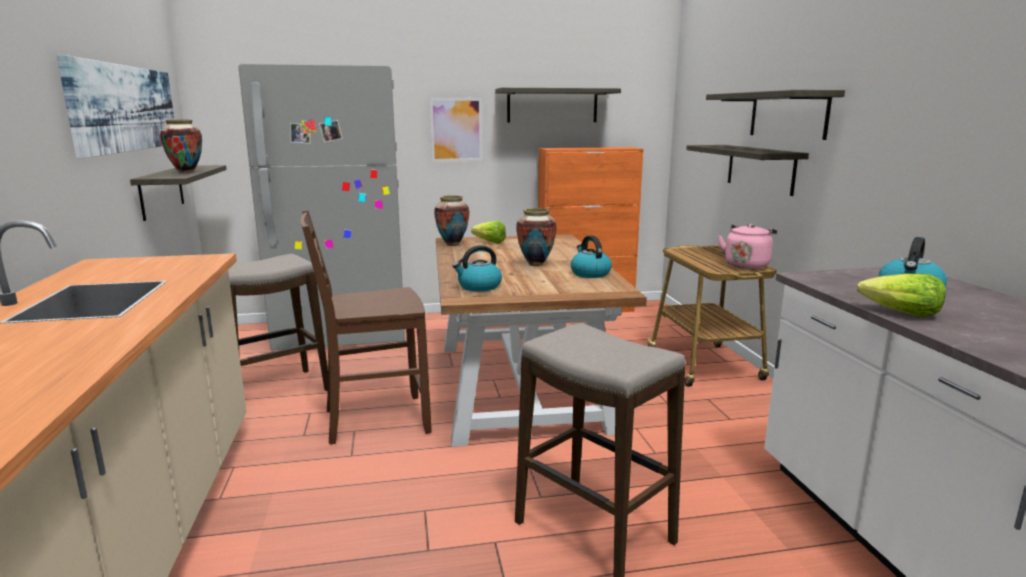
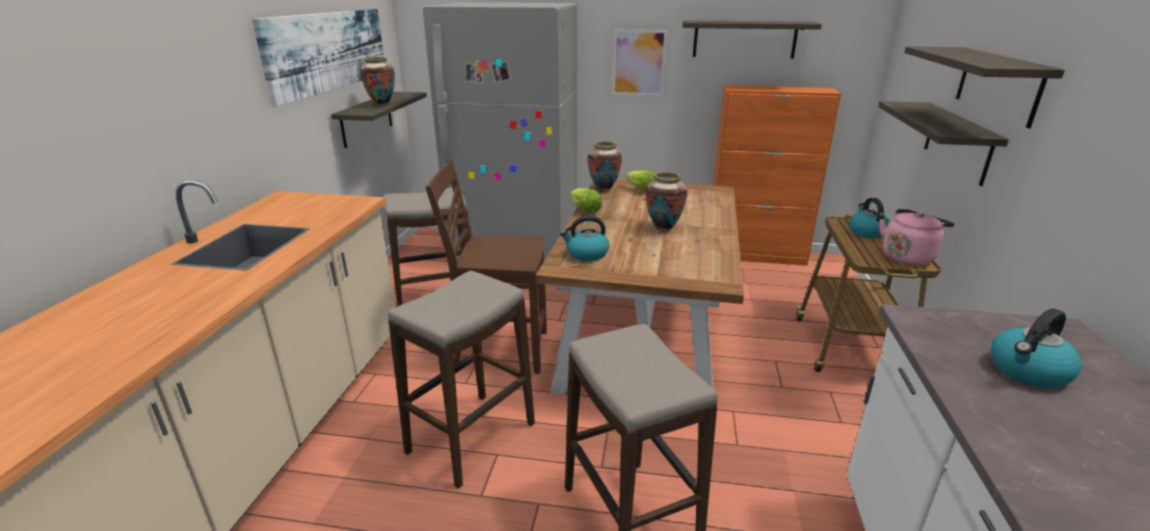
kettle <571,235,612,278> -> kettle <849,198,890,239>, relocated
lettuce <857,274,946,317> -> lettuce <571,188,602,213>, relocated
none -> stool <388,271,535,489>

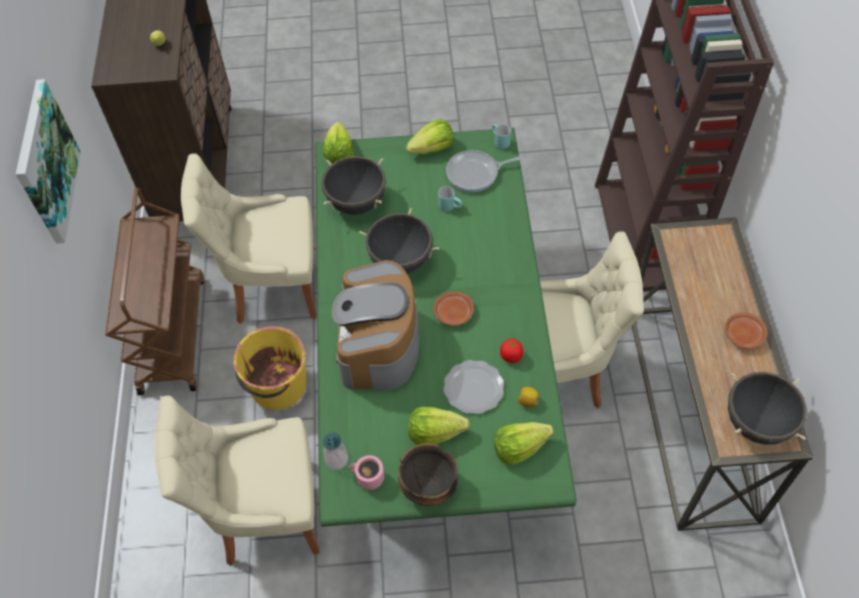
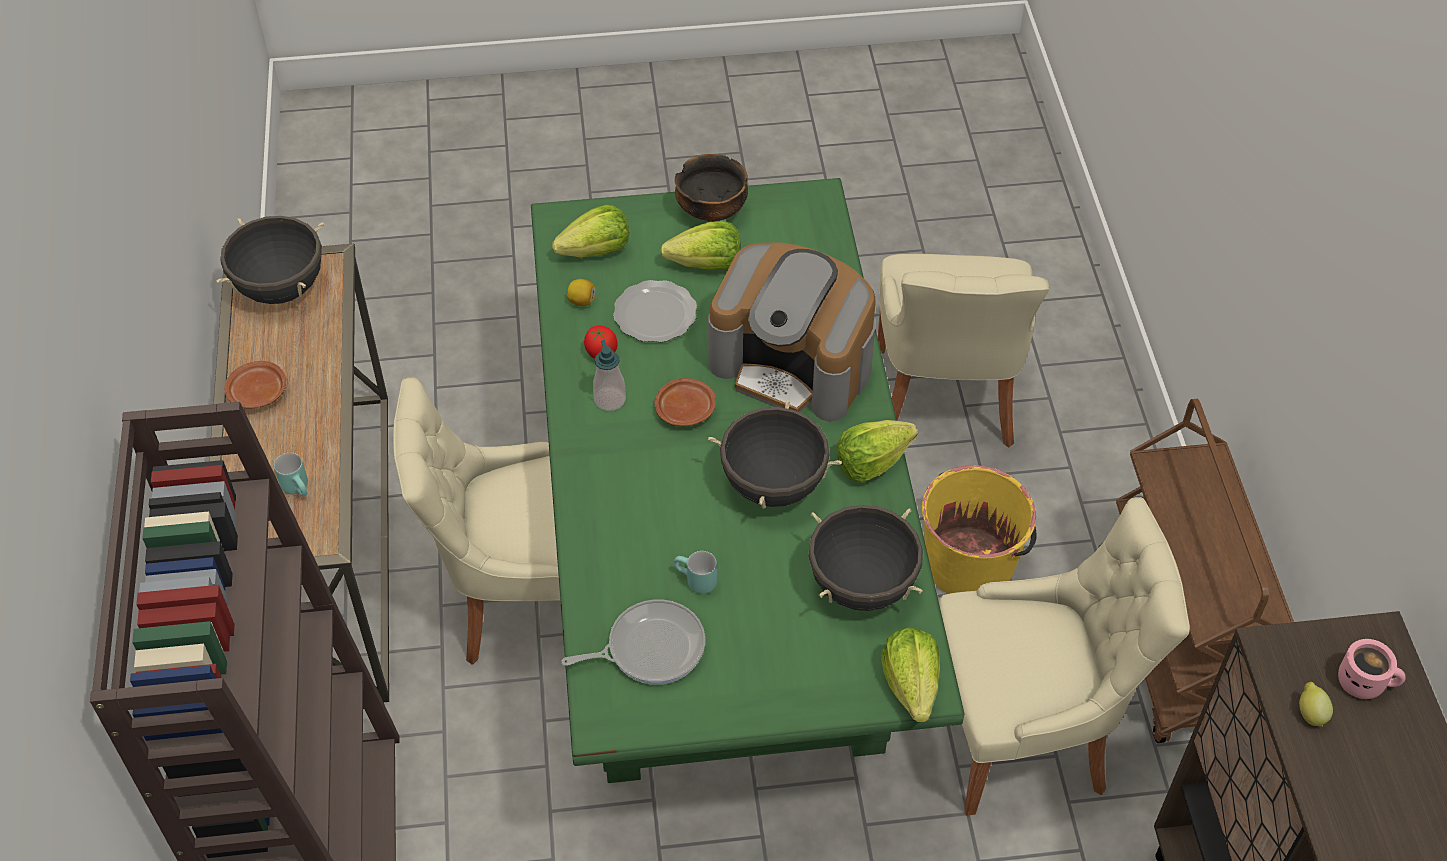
picture <16,79,81,243> -> none
lettuce <406,119,454,154> -> lettuce <837,420,918,483>, relocated
turquoise mug <492,124,511,149> -> turquoise mug <274,453,308,496>, relocated
coffee machine <332,260,419,391> -> coffee machine <708,242,875,422>, 120 degrees clockwise
beige chair <155,396,320,566> -> beige chair <878,254,1049,447>, 105 degrees clockwise
soap dispenser <323,433,348,470> -> soap dispenser <593,340,626,411>, relocated
pink mug <349,455,384,490> -> pink mug <1338,639,1406,699>, relocated

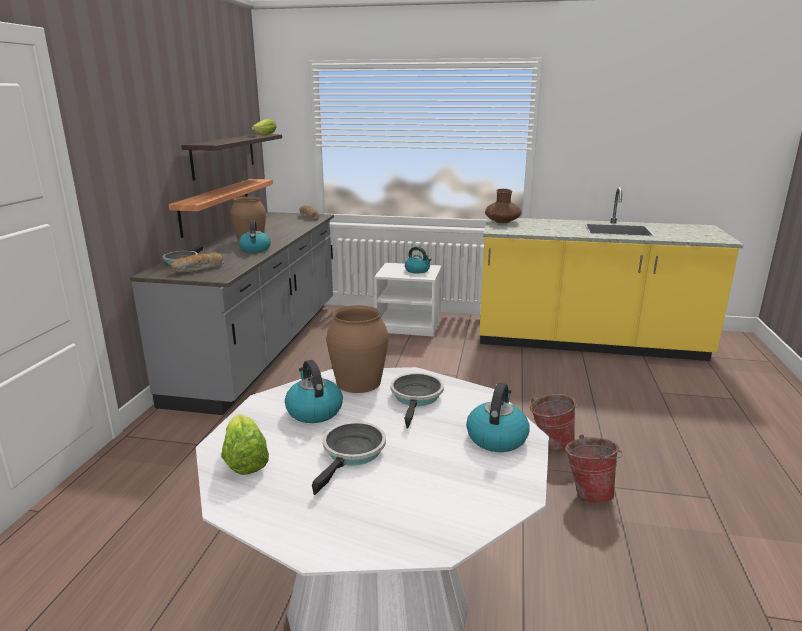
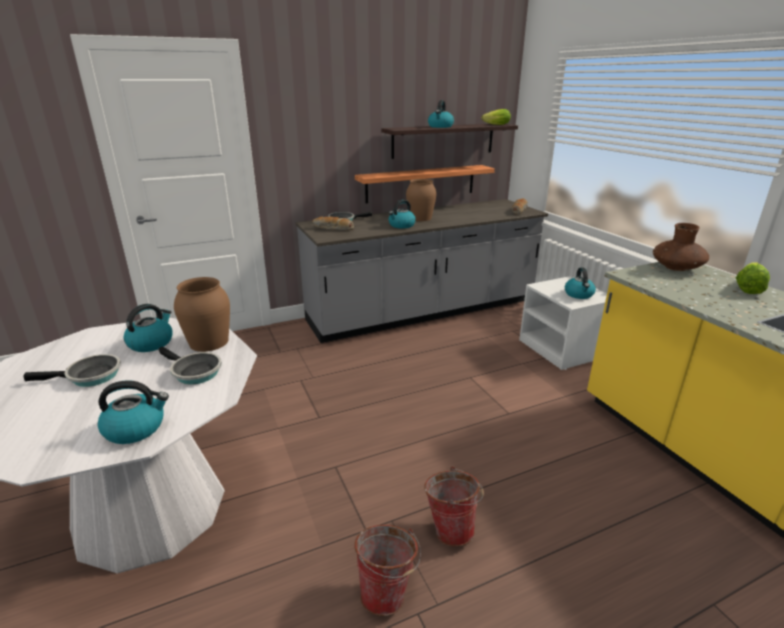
frying pan <391,373,444,429> -> frying pan <158,347,222,384>, 60 degrees clockwise
lettuce <221,414,269,475> -> lettuce <736,262,770,294>, relocated
none -> kettle <428,100,454,128>

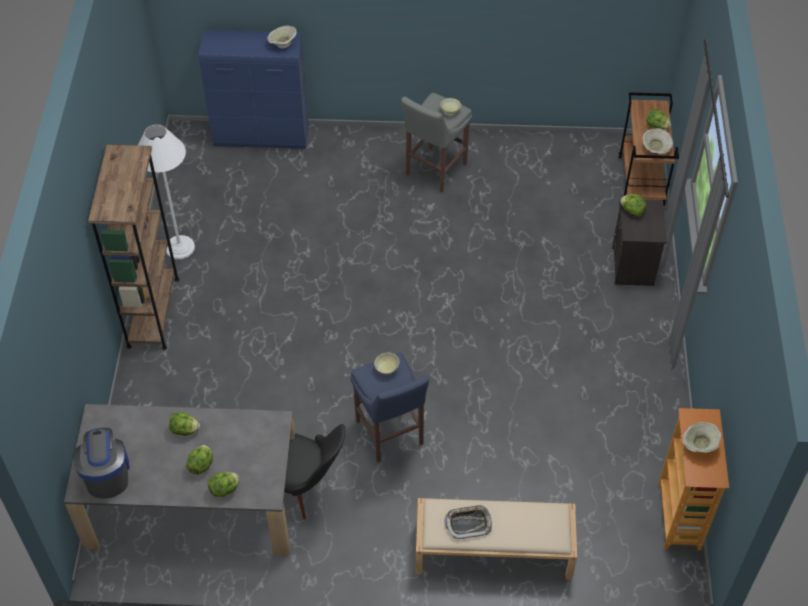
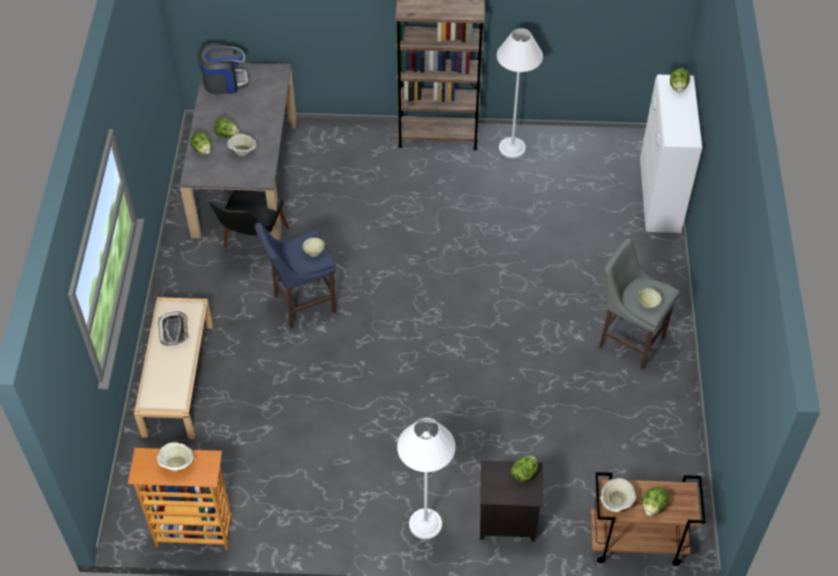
beige bowl <267,26,297,48> -> beige bowl <227,134,257,156>, relocated
blue cabinet <199,30,309,149> -> white cabinet <640,75,702,233>
lettuce <169,412,200,436> -> lettuce <670,68,690,92>, relocated
none -> white floor lamp <397,418,456,539>

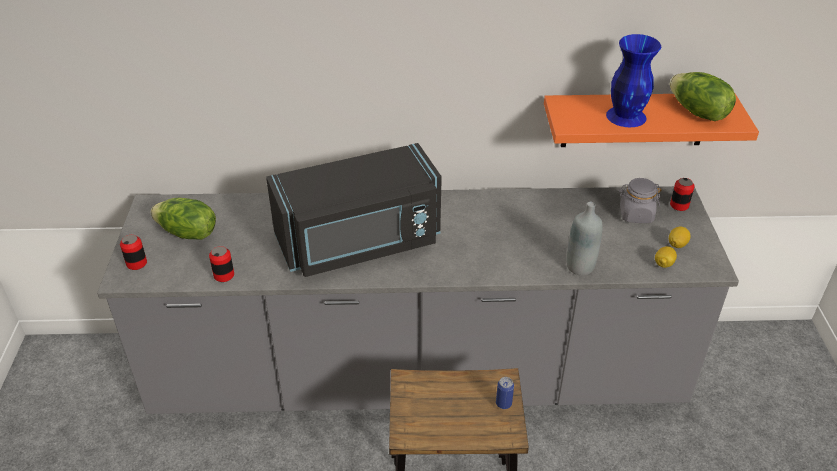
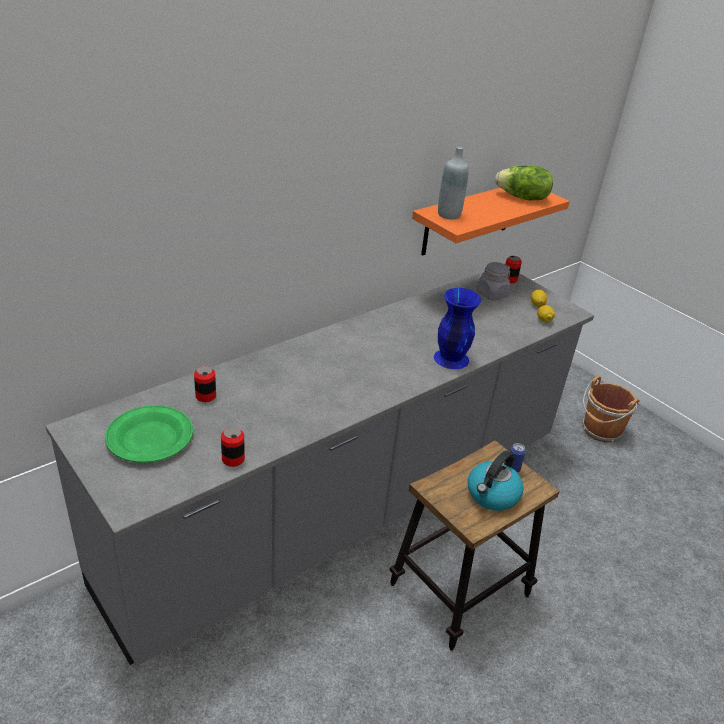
blue vase <606,34,661,127> -> blue vase <434,288,481,369>, relocated
black microwave <266,143,442,277> -> none
lettuce <151,198,216,240> -> green plate <105,405,193,463>
grey bottle <566,202,603,276> -> grey bottle <438,146,469,220>, relocated
can <120,235,147,270> -> can <194,366,216,402>, relocated
none -> brown bucket <582,376,640,443>
none -> kettle <467,451,524,511>

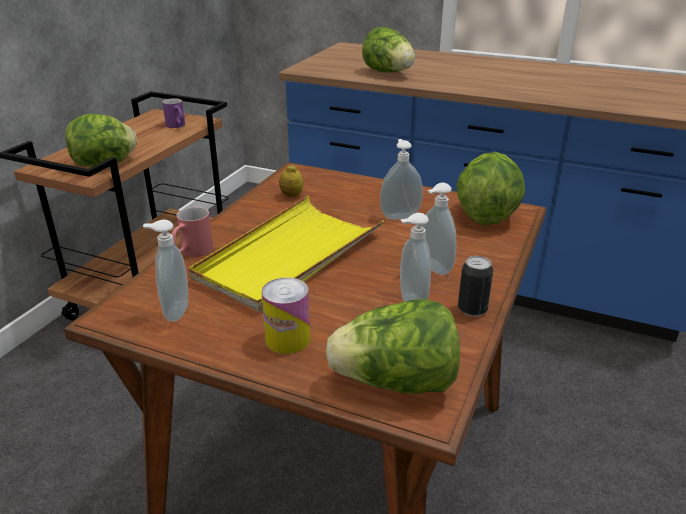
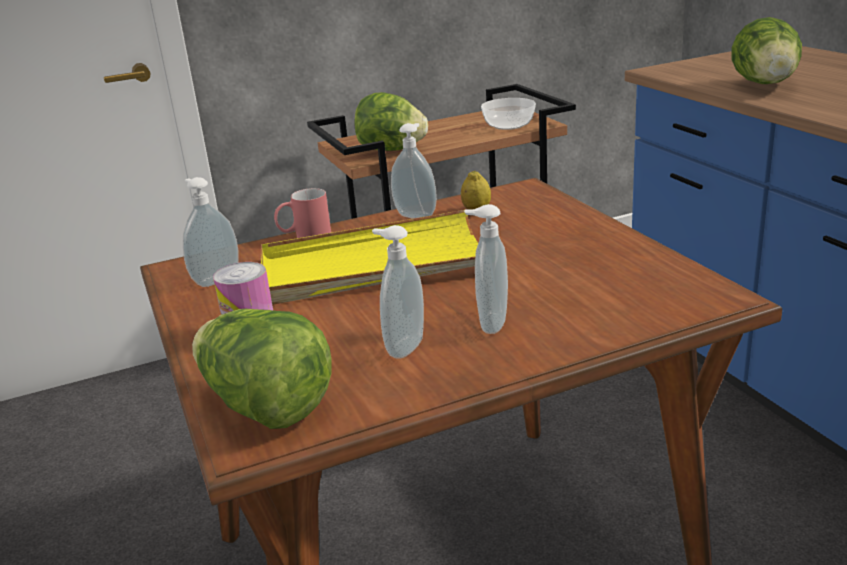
purple mug <162,98,185,128> -> bowl <481,98,536,130>
soap dispenser <380,139,423,220> -> soap dispenser <391,123,437,219>, relocated
lettuce <456,152,525,225> -> none
can <458,256,493,316> -> none

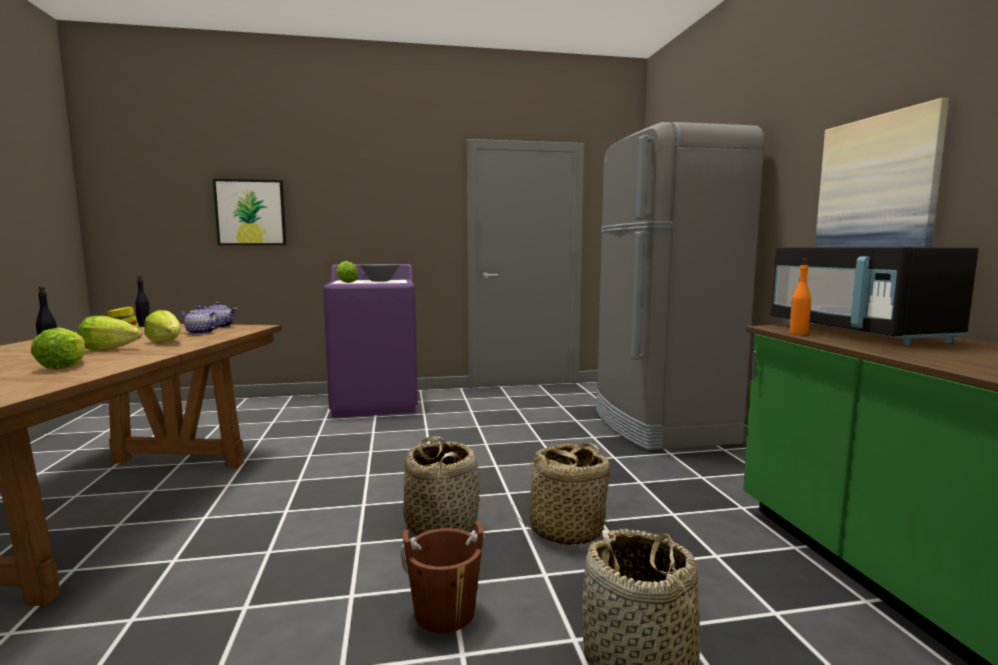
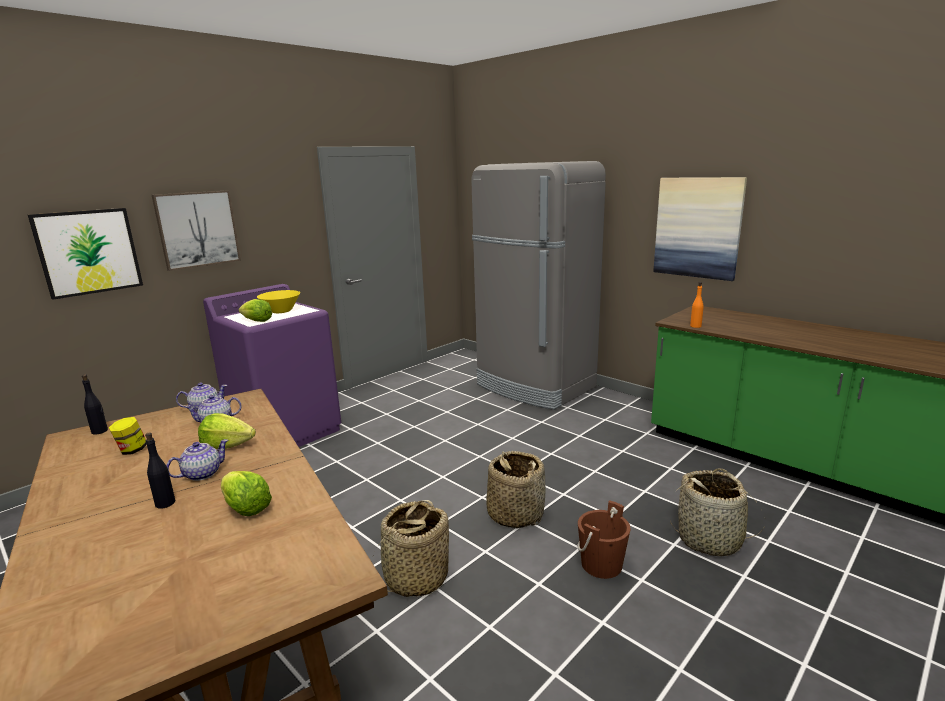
black microwave <771,247,978,345> -> none
grey bowl <360,264,399,282> -> yellow bowl <257,290,300,313>
lettuce <77,316,142,351> -> teapot <166,439,228,481>
basket <511,443,614,546> -> basket <377,500,449,597>, relocated
none -> picture <152,190,241,271>

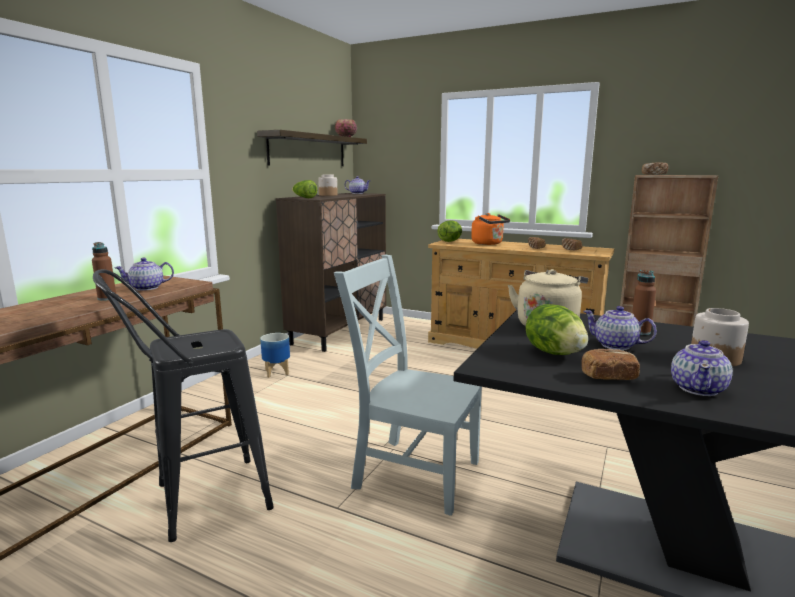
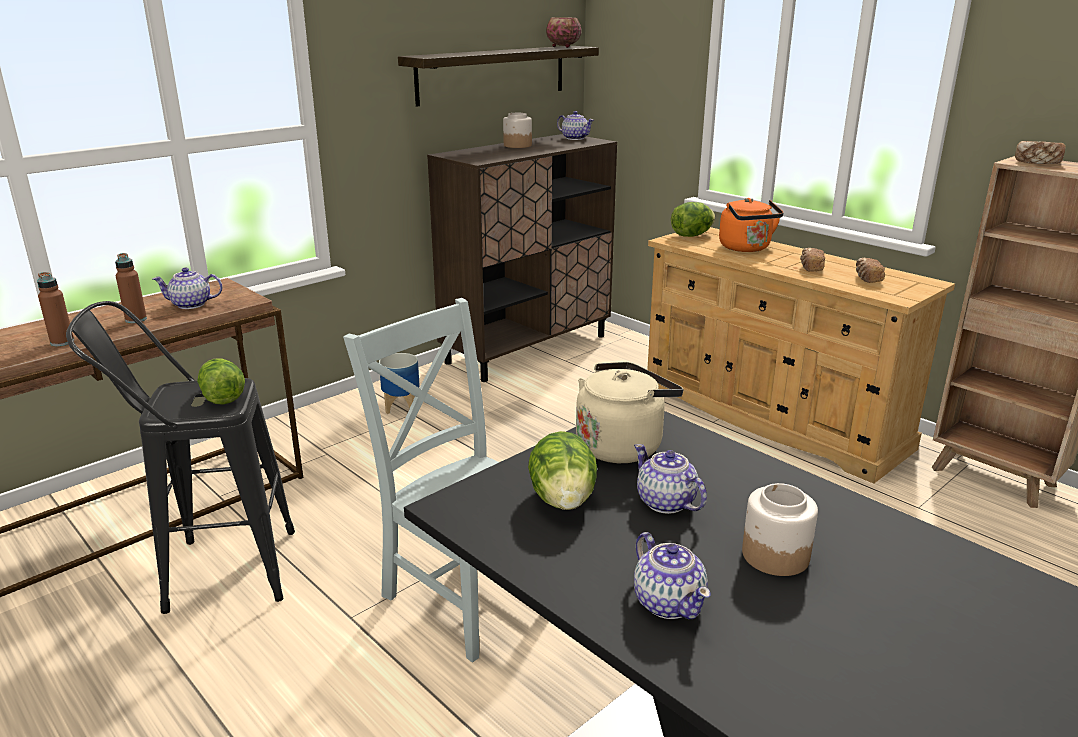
lettuce <292,180,317,198> -> lettuce <197,358,245,405>, relocated
brown bottle <632,270,656,335> -> brown bottle <37,272,74,346>, relocated
teapot <671,340,733,396> -> teapot <634,532,711,619>, 75 degrees counterclockwise
bread <581,349,640,380> -> none

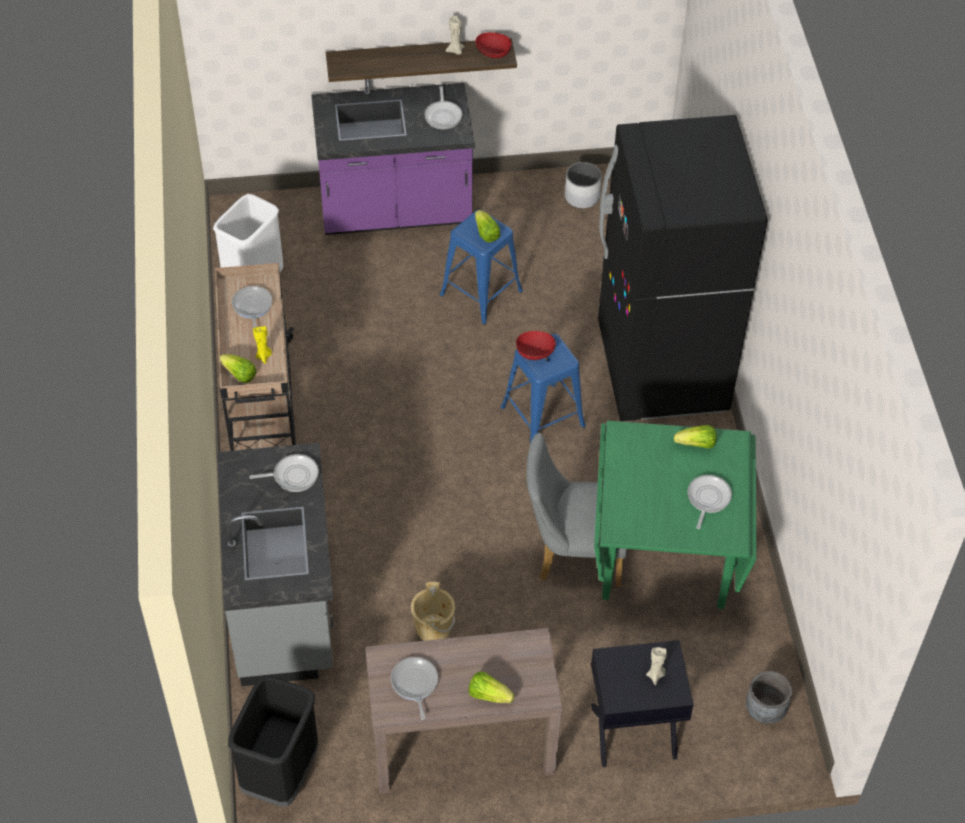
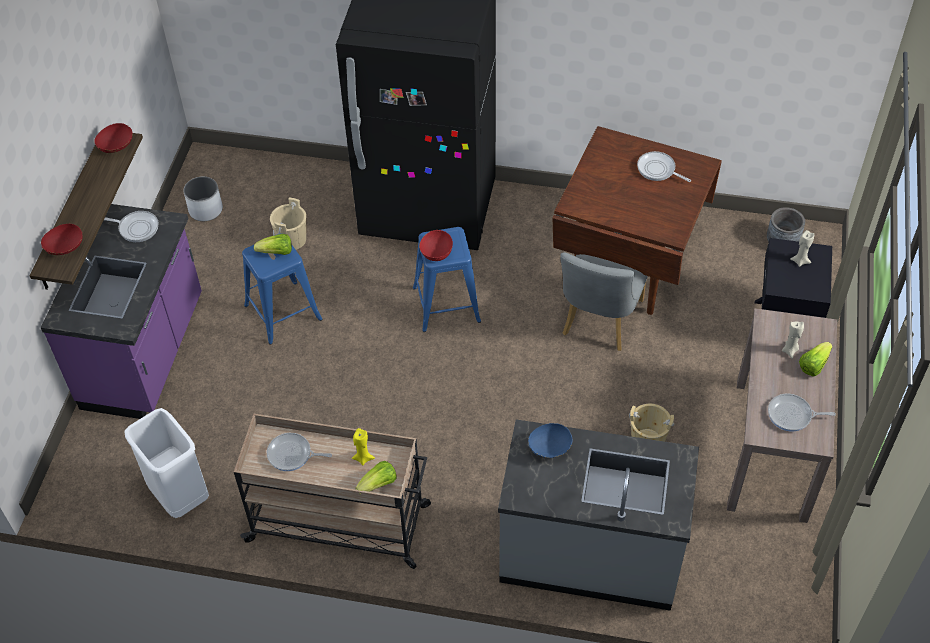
beige candle <446,16,464,55> -> beige candle <782,321,804,359>, relocated
green dining table <594,421,757,609> -> brown dining table <553,126,722,315>
lettuce <674,425,716,449> -> none
frying pan <249,454,319,492> -> blue bowl <528,423,572,458>
black trash can <228,676,318,807> -> none
none -> beige bucket <270,198,306,250>
none -> red bowl <41,224,82,255>

